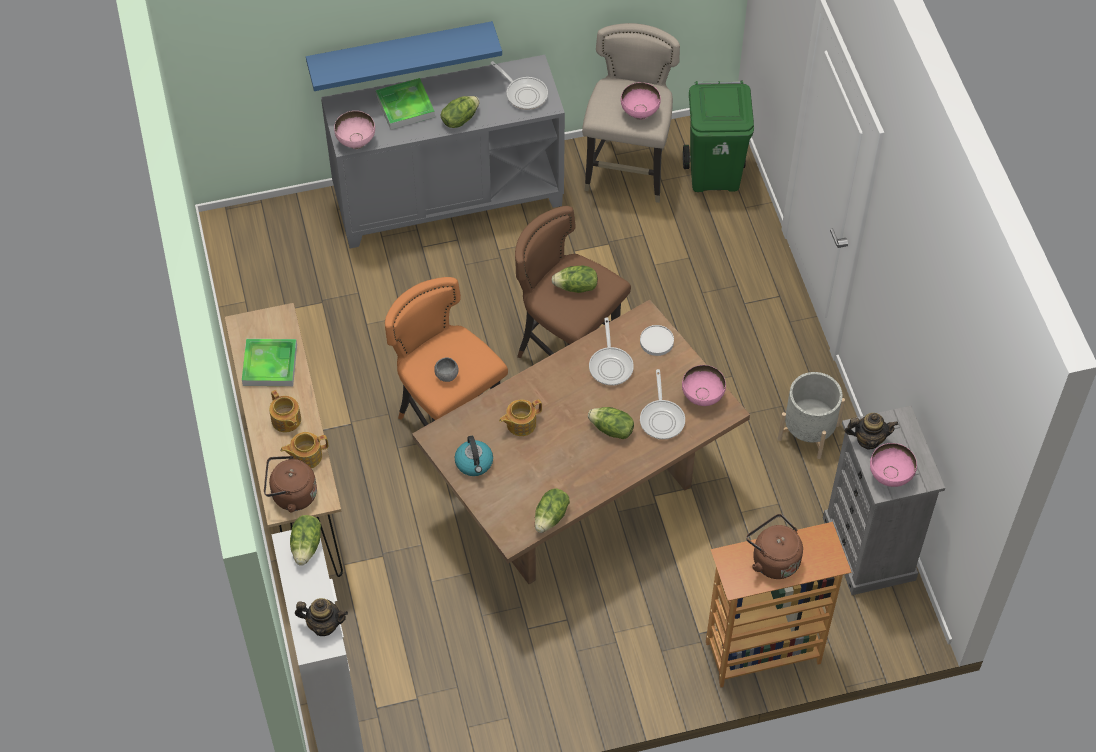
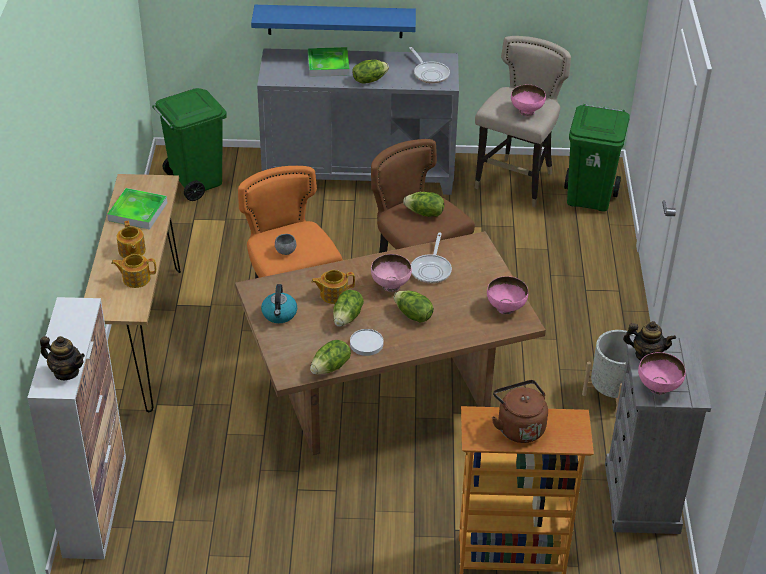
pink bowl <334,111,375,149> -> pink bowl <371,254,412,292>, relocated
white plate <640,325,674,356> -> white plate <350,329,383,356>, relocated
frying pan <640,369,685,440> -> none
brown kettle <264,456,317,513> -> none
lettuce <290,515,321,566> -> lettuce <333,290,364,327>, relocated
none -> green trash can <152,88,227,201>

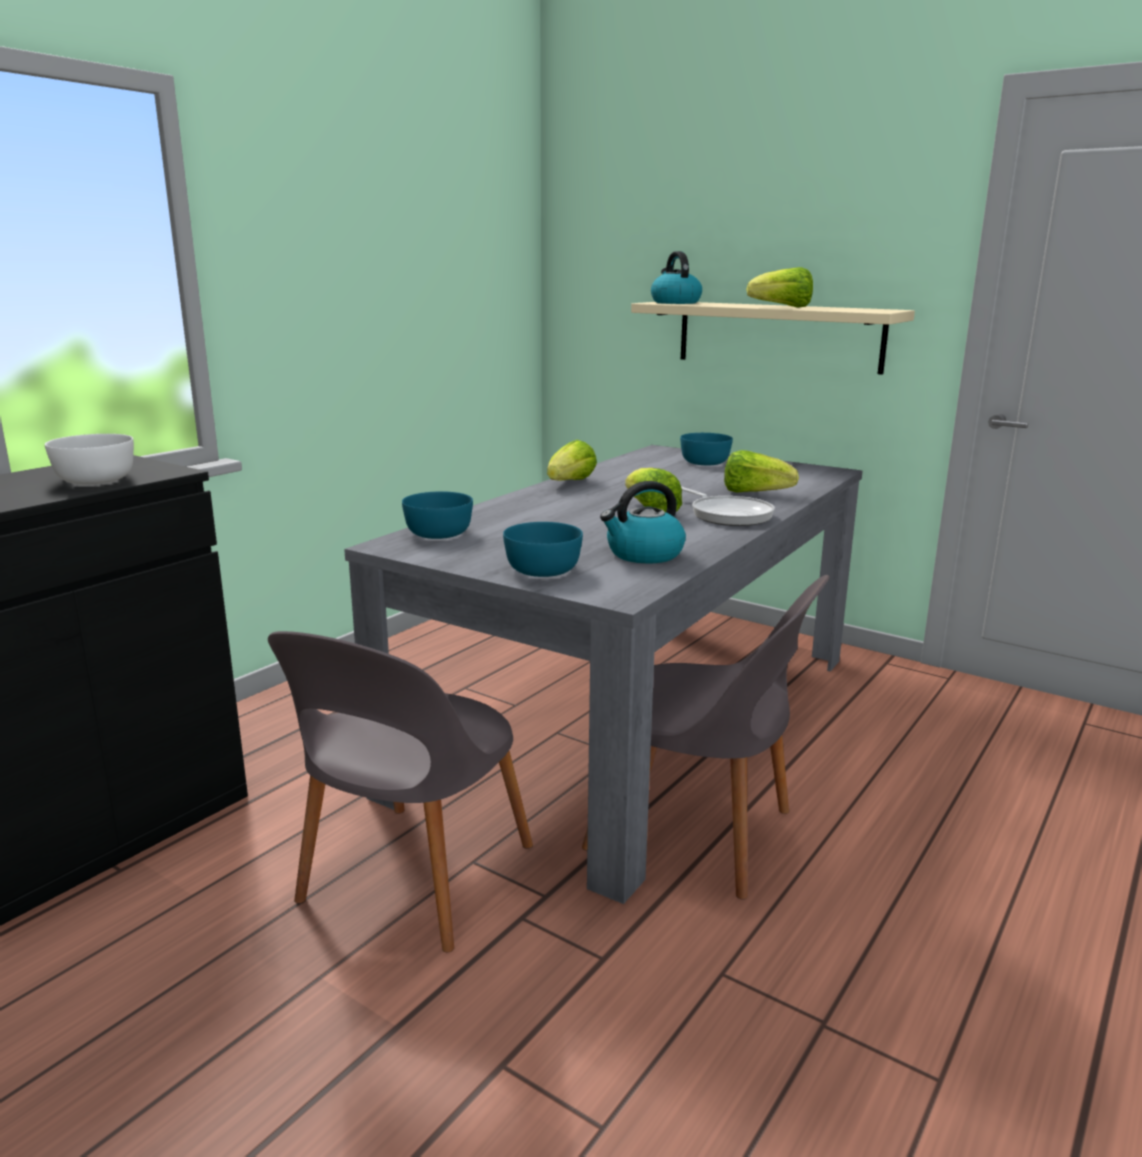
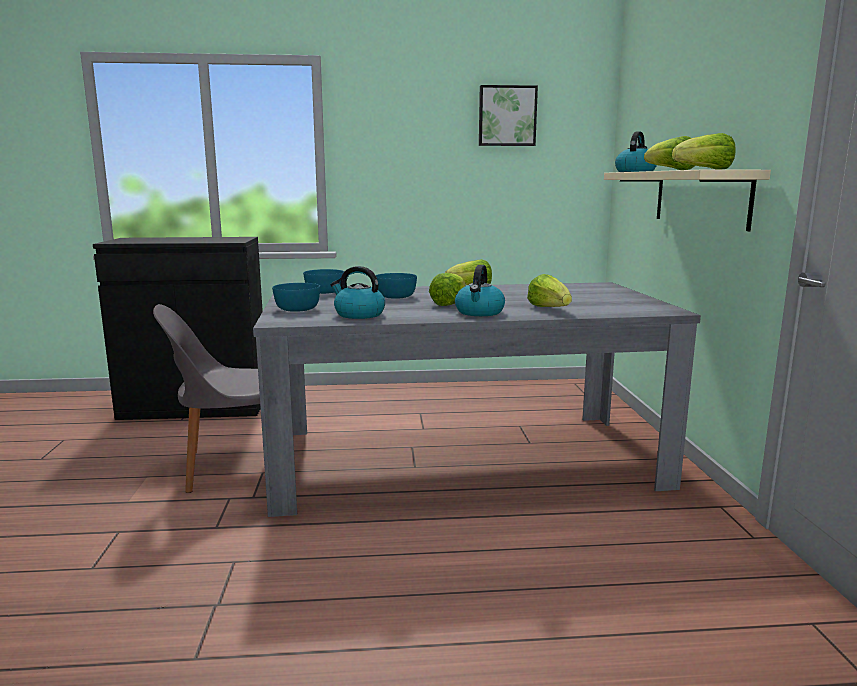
turquoise bowl <680,433,733,465> -> turquoise bowl <376,273,417,299>, relocated
white bowl <45,434,134,484> -> none
frying pan <681,486,775,526> -> kettle <455,265,505,316>
grey chair <582,575,830,899> -> none
none -> picture <479,85,538,146>
none -> lettuce <672,133,735,170>

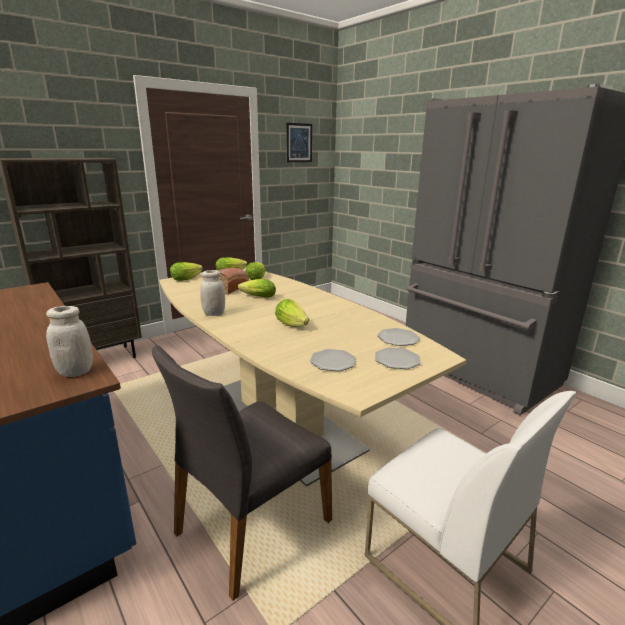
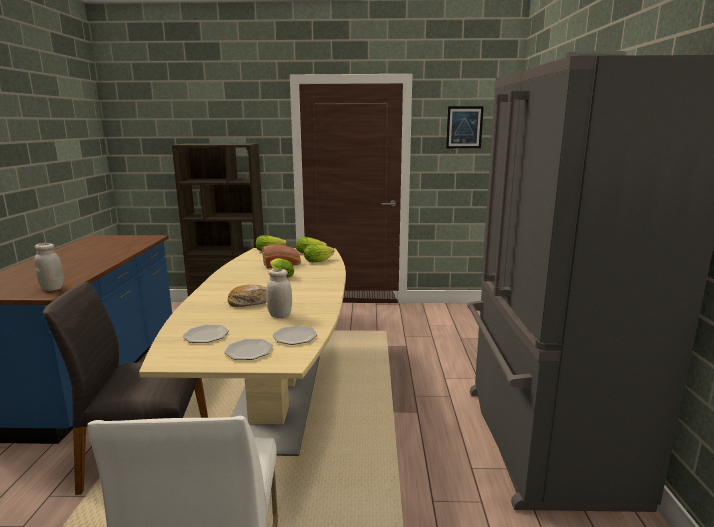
white jar <200,270,225,316> -> white jar <266,269,292,318>, relocated
lettuce <275,299,309,327> -> bread <228,284,267,307>

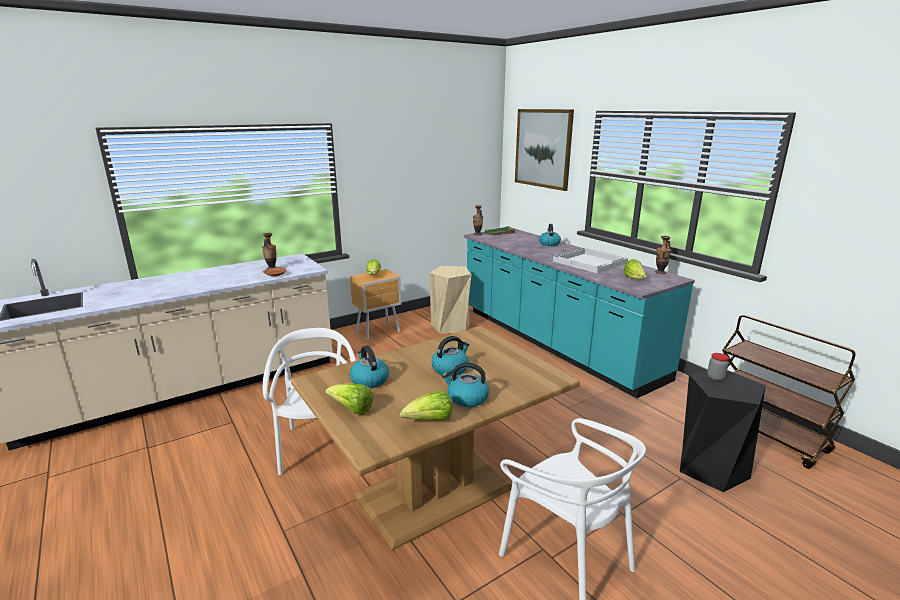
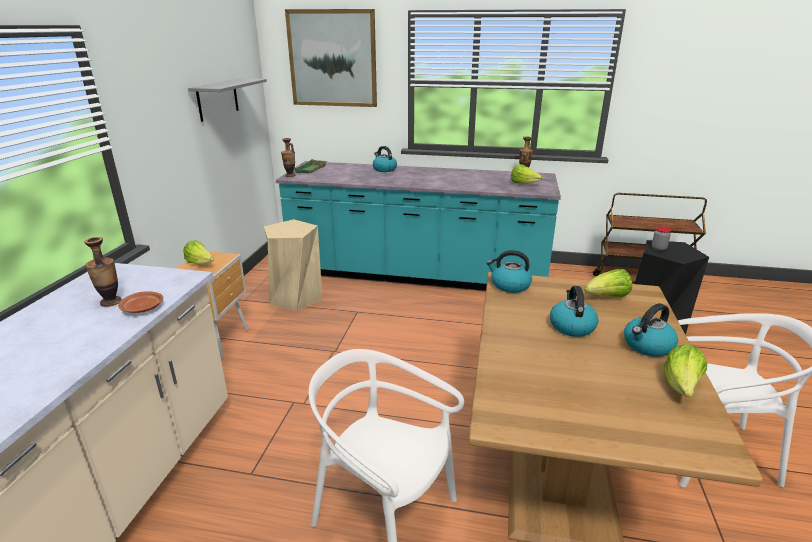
white tray <553,248,628,273> -> none
kettle <350,346,389,388> -> kettle <487,250,532,293>, relocated
lettuce <325,383,373,415> -> lettuce <585,269,632,297>, relocated
none -> grey shelf <188,78,267,122>

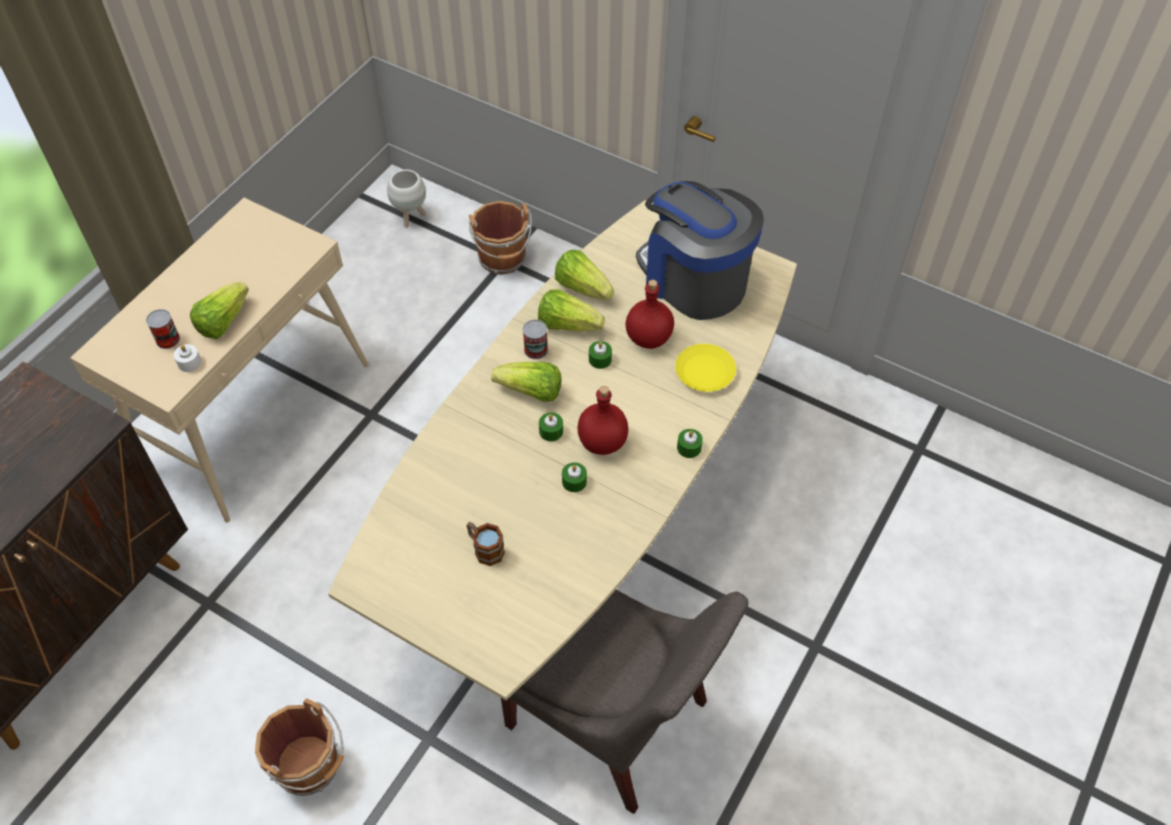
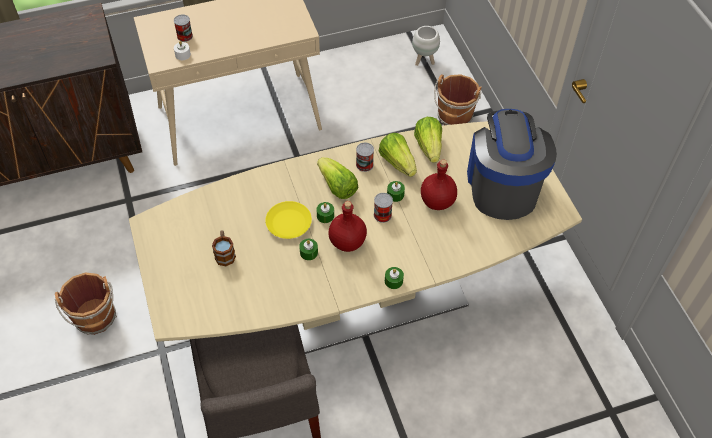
lettuce <190,281,249,339> -> none
yellow plate <675,344,736,392> -> yellow plate <265,201,312,239>, relocated
none -> can <374,193,393,223>

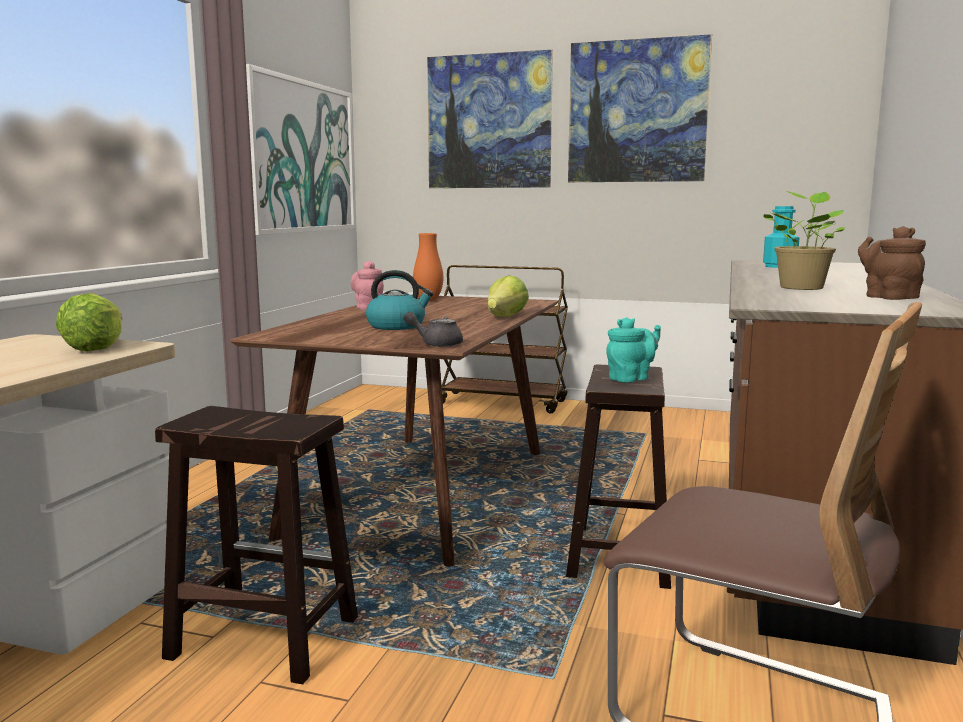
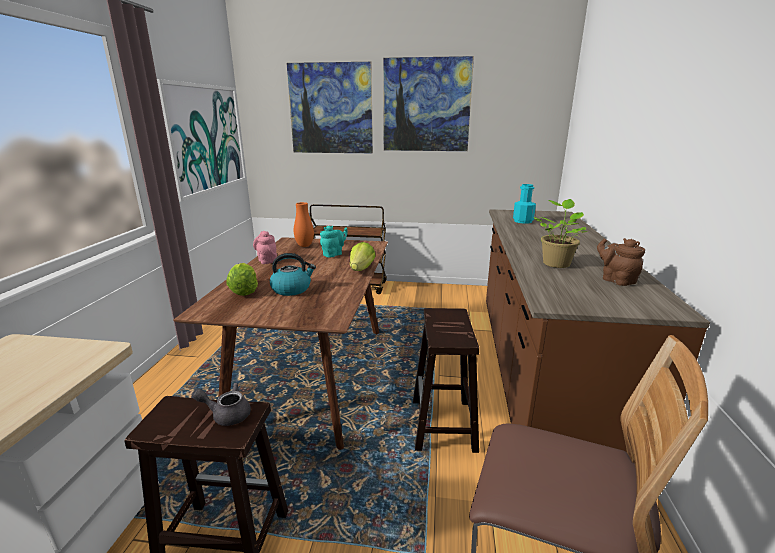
lettuce <56,293,122,351> -> lettuce <226,263,258,296>, relocated
grey teapot <403,312,463,347> -> grey teapot <193,383,251,426>, relocated
turquoise teapot <606,317,661,382> -> turquoise teapot <320,226,348,258>, relocated

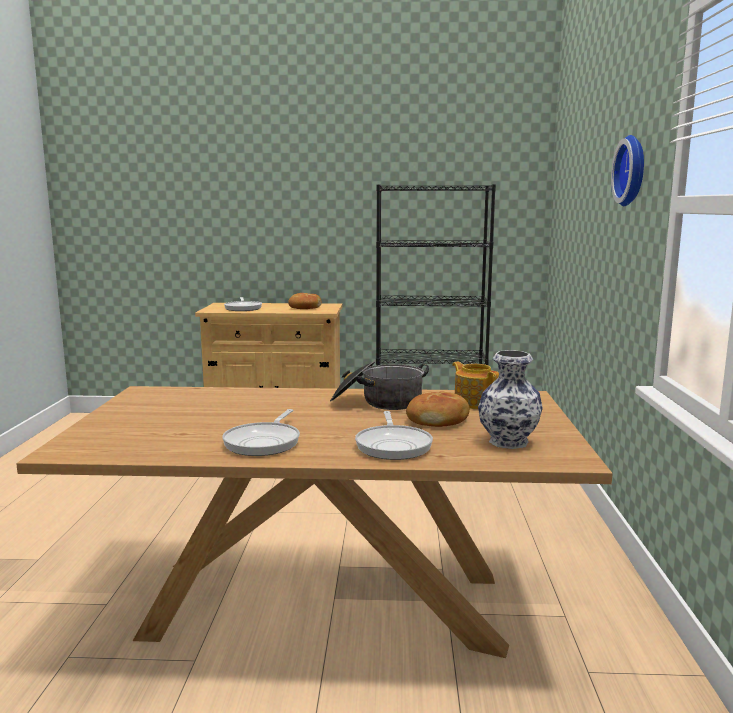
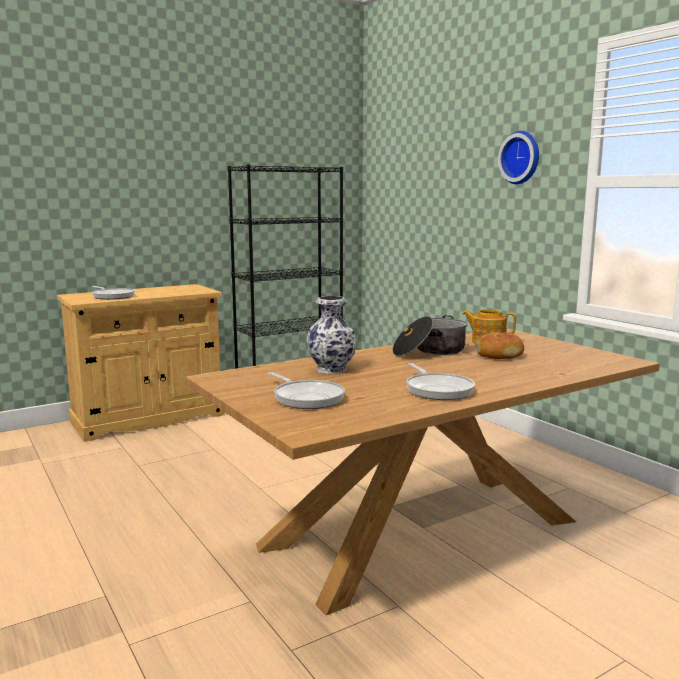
bread <288,293,322,309> -> none
vase <478,350,543,449> -> vase <306,296,357,374>, relocated
frying pan <355,411,433,460> -> frying pan <268,372,345,409>, relocated

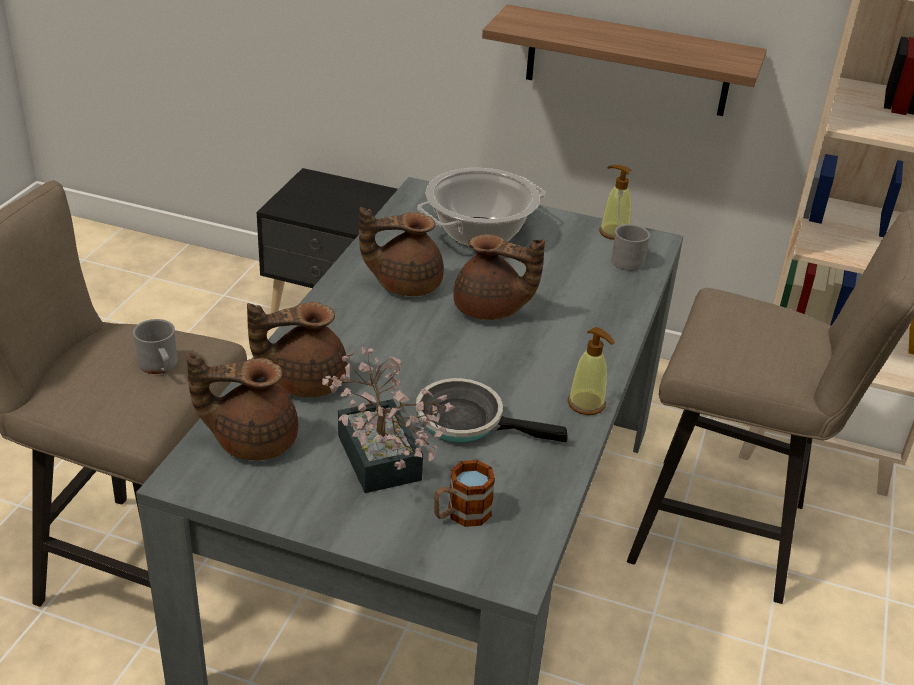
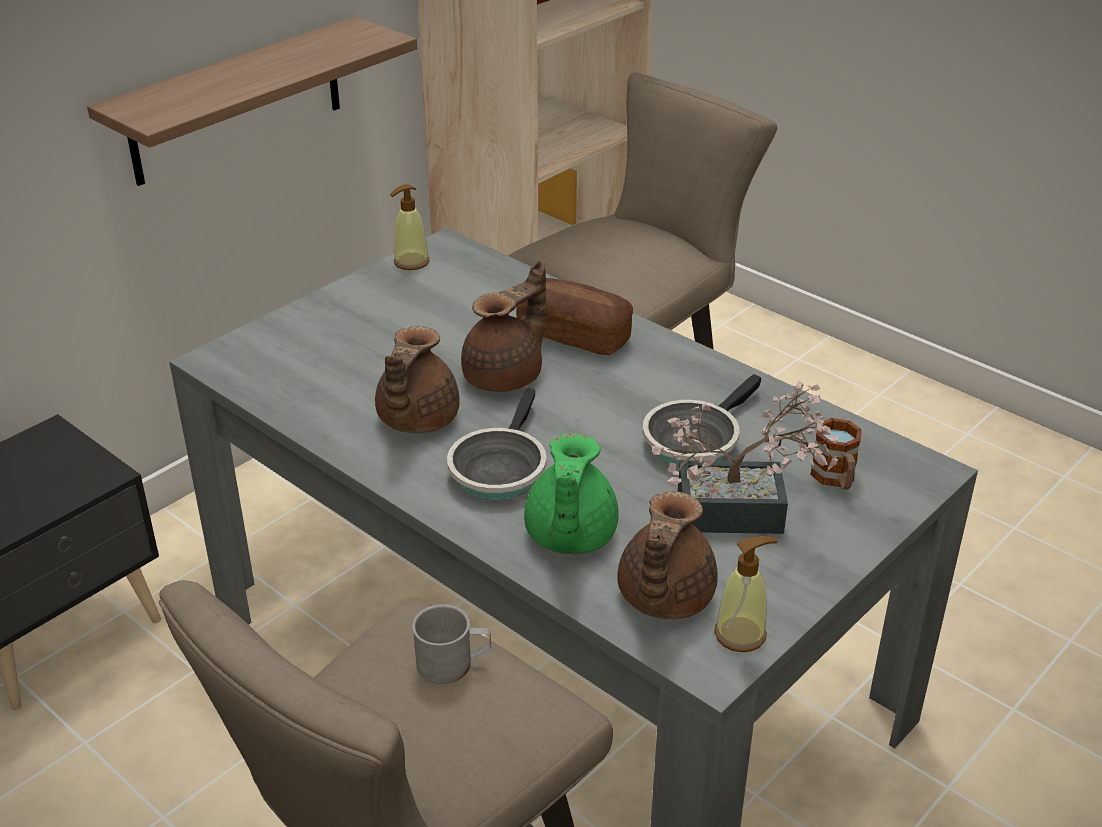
cooking pot <417,168,546,248> -> none
grey mug <611,224,650,271> -> none
brown teapot <247,302,347,397> -> green teapot <524,433,619,554>
soap dispenser <568,327,615,415> -> soap dispenser <714,536,777,652>, relocated
none -> bread <516,278,633,355>
none -> frying pan <447,388,547,500>

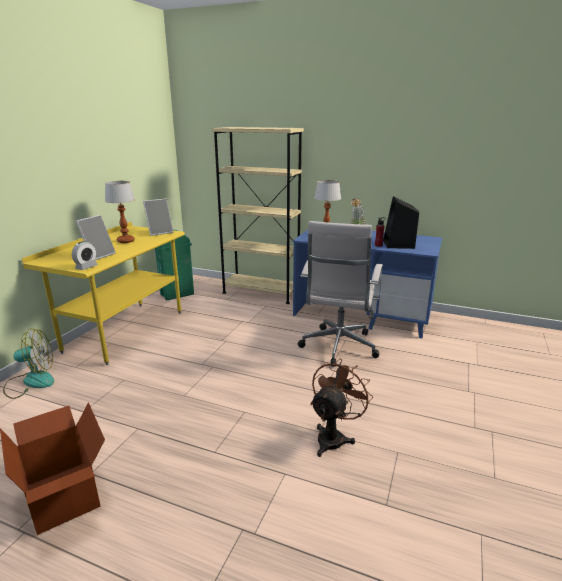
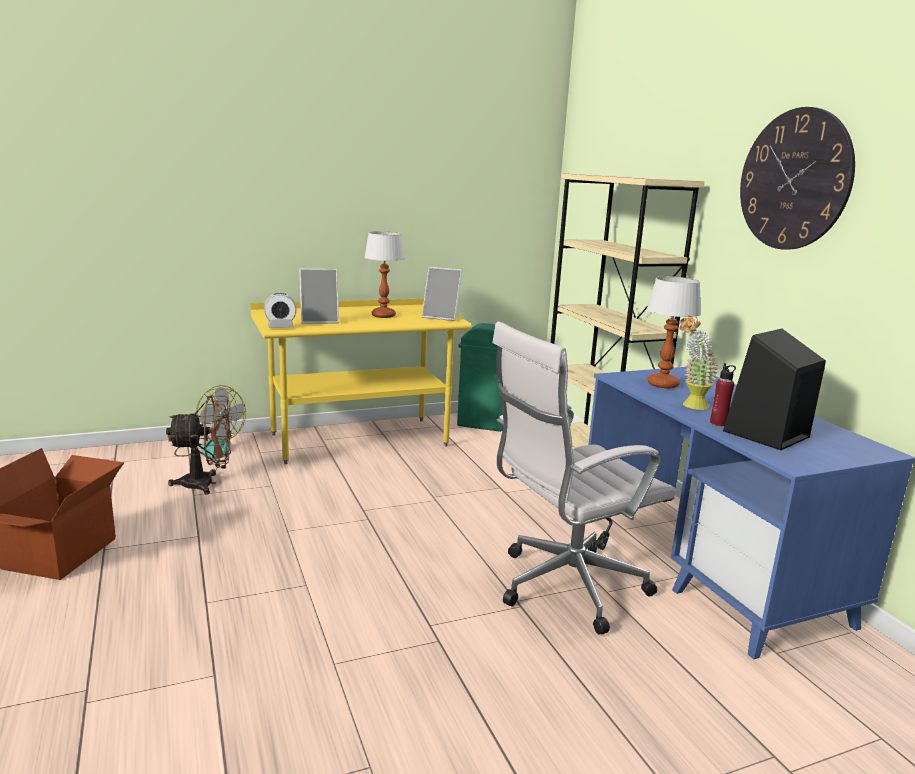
brown fan <311,358,373,457> -> brown fan <166,395,232,495>, relocated
none -> wall clock <740,107,855,250>

